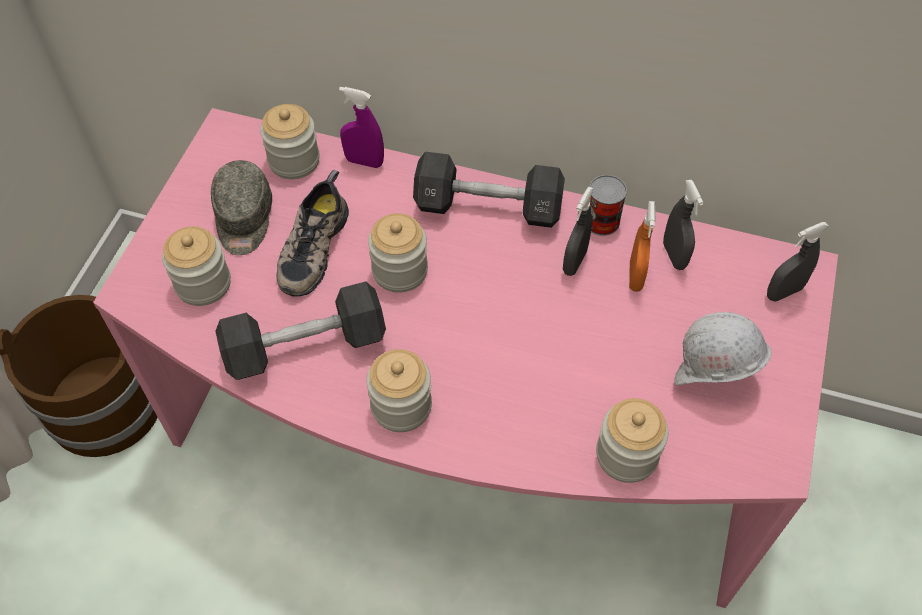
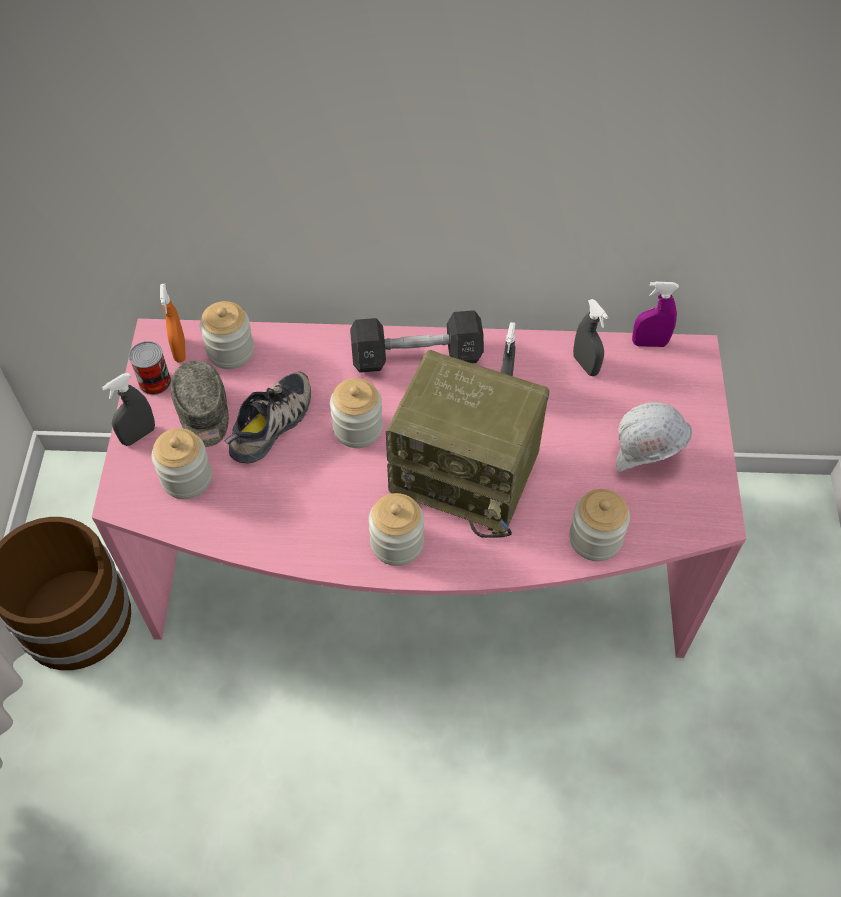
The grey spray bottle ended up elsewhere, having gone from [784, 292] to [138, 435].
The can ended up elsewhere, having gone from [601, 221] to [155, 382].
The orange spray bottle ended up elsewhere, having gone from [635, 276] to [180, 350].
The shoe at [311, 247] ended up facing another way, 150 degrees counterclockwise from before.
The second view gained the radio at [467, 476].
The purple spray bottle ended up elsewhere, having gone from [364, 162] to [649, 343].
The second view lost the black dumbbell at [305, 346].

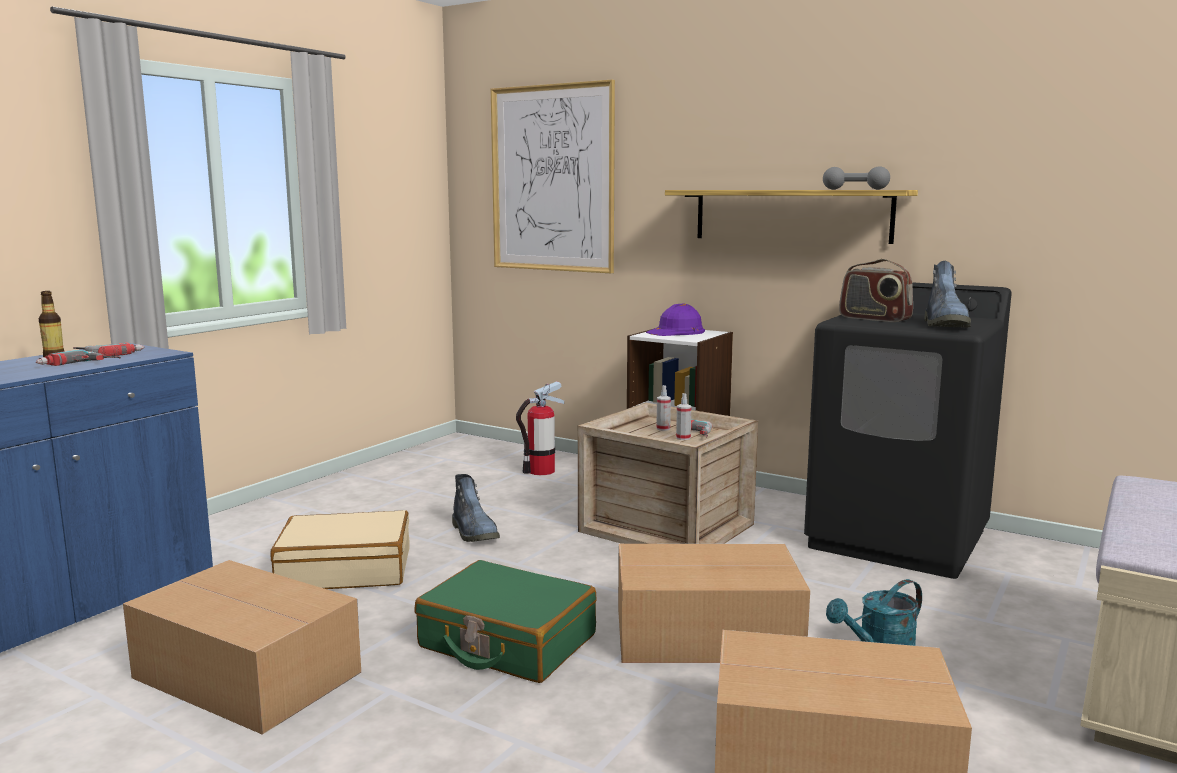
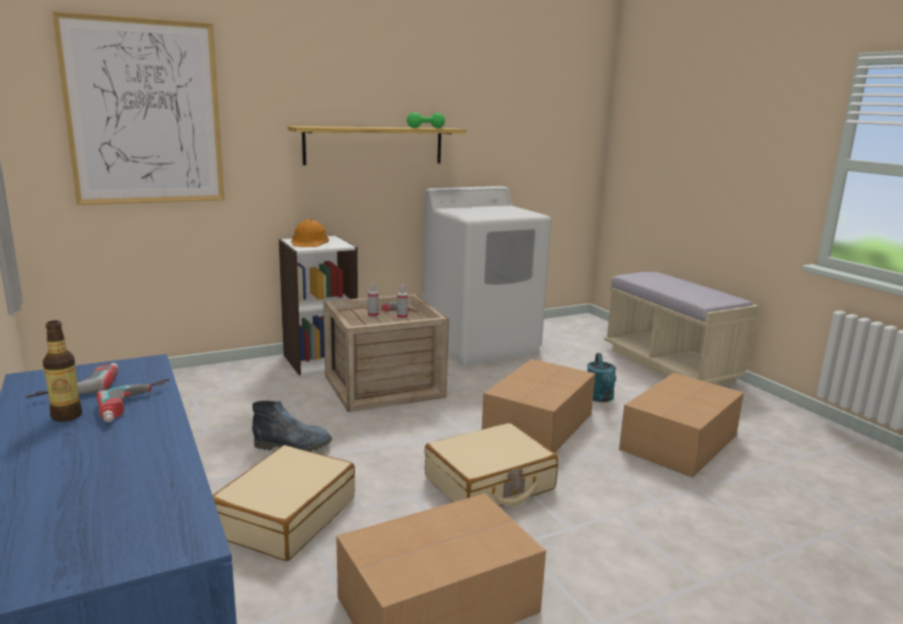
What was the purple hard hat at [677, 331] turned into the orange hard hat at [309, 241].
What was the grey dumbbell at [855, 189] turned into the green dumbbell at [426, 128].
What was the black washing machine at [898, 539] turned into the white washing machine at [481, 344].
What was the green suitcase at [507, 642] turned into the beige suitcase at [489, 484].
The second view lost the fire extinguisher at [541, 471].
The second view lost the radio at [874, 319].
The second view lost the boot at [945, 325].

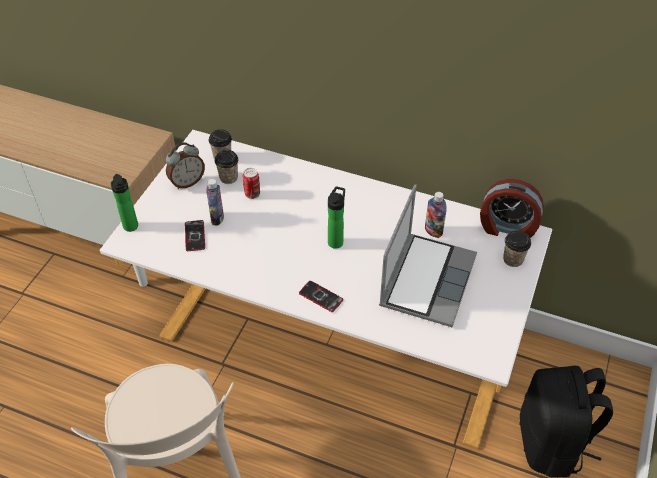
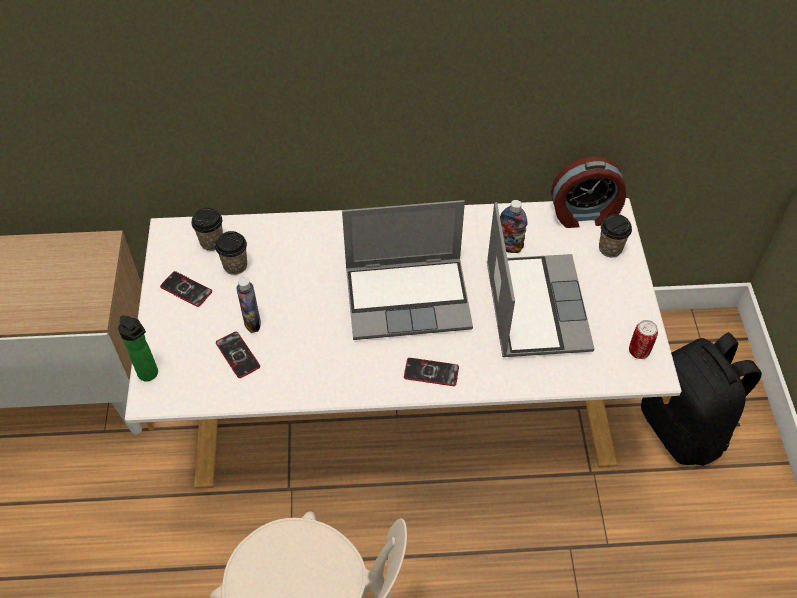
Where the alarm clock stood at [187, 182], the phone came to stand at [186, 289].
Where the bottle stood at [336, 241], the laptop came to stand at [409, 298].
The can ended up elsewhere, having gone from [252, 194] to [639, 351].

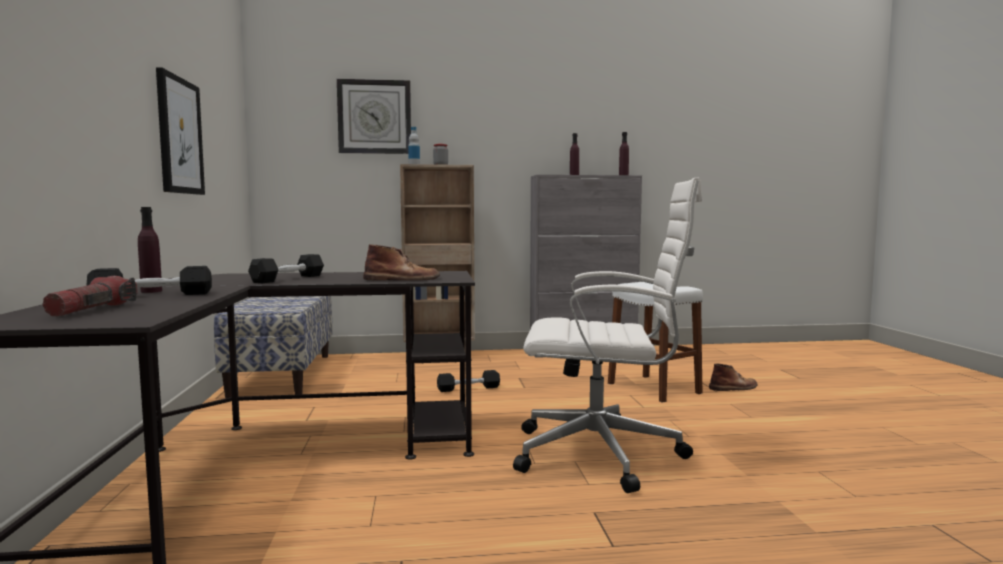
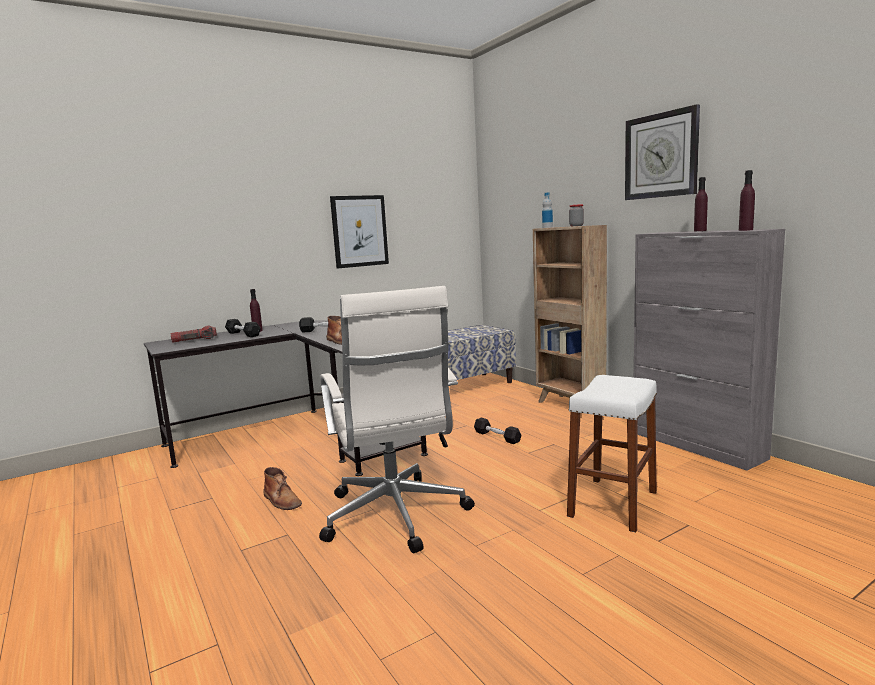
The brown boot ended up elsewhere, having gone from [734, 388] to [282, 500].
The wall clock ended up elsewhere, having gone from [374, 117] to [661, 155].

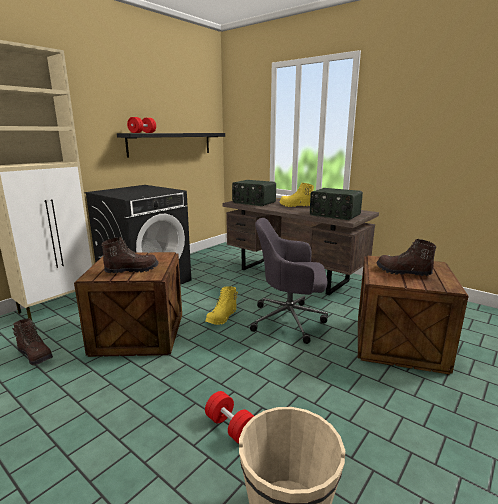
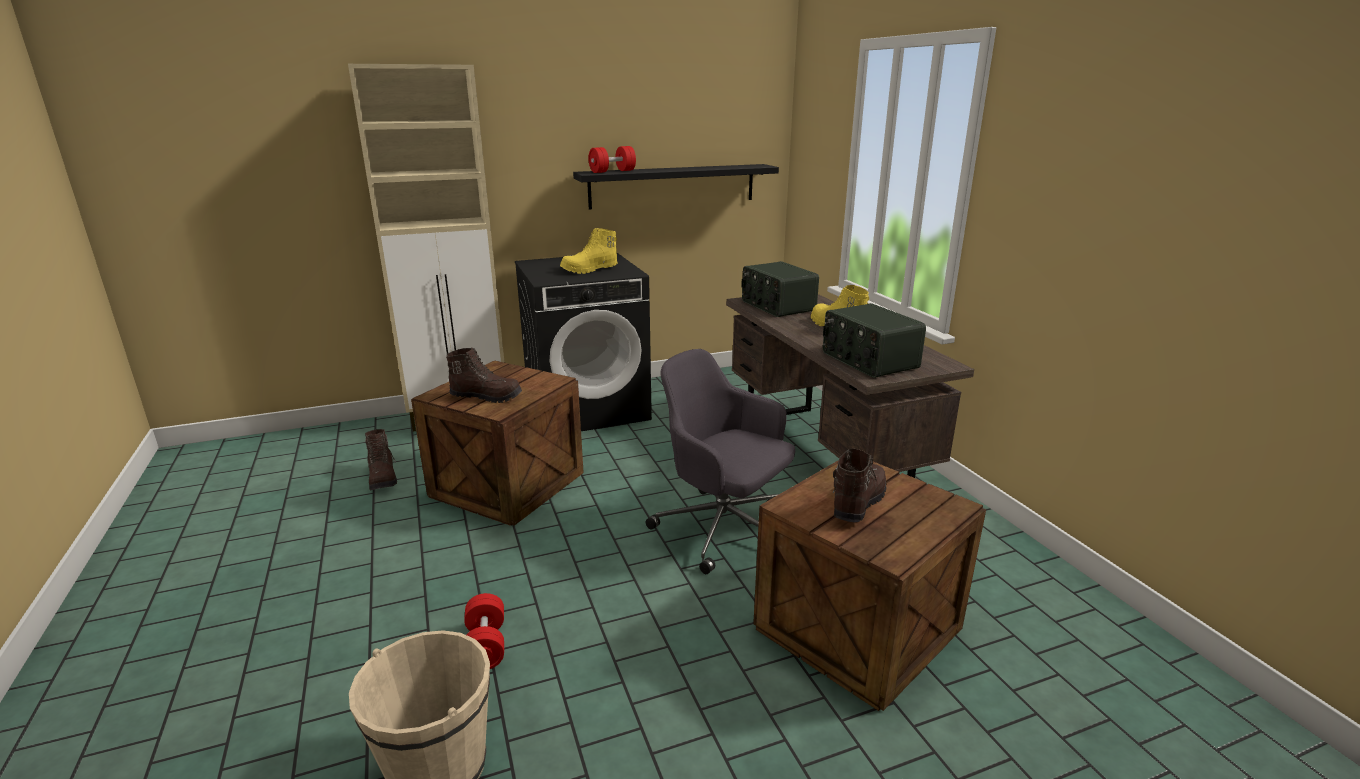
The yellow boot ended up elsewhere, having gone from [222, 317] to [589, 270].
The brown boot at [402, 272] ended up facing another way, 60 degrees clockwise from before.

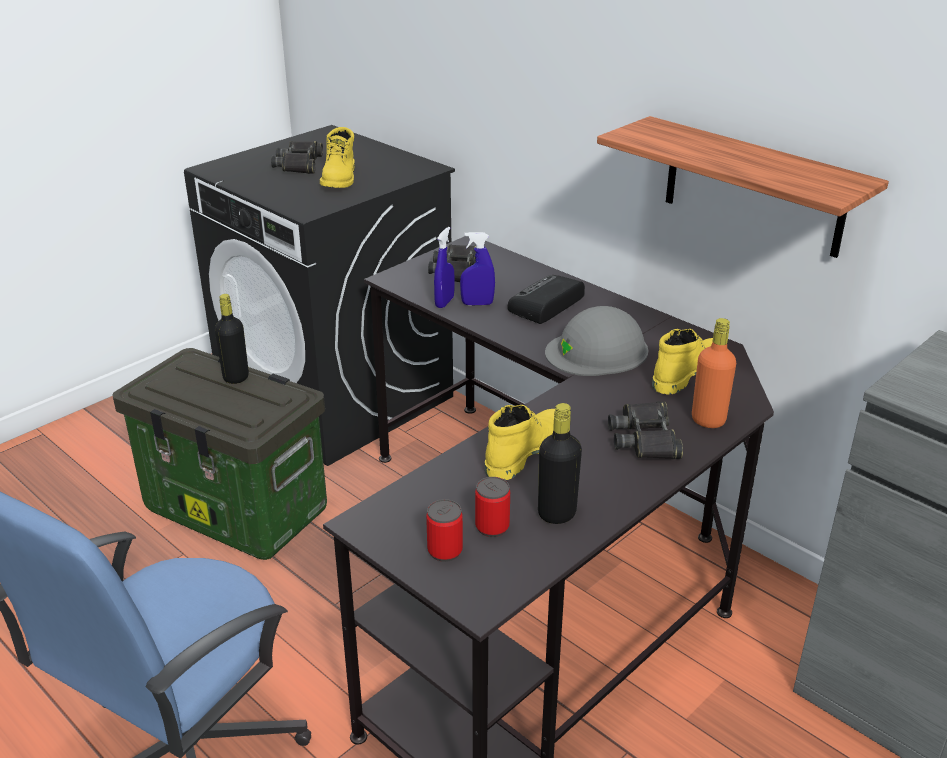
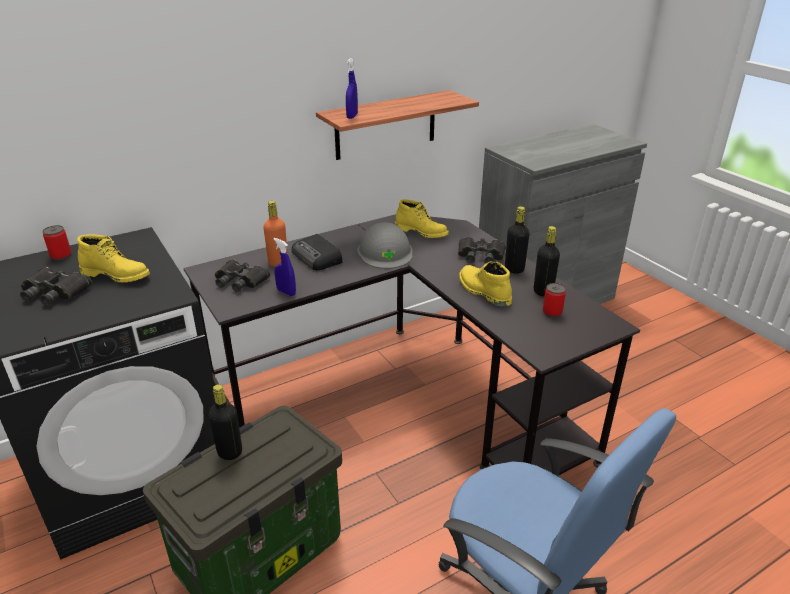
The can ended up elsewhere, having gone from [445, 551] to [61, 256].
The orange bottle ended up elsewhere, having gone from [708, 420] to [278, 263].
The blue spray bottle ended up elsewhere, having gone from [477, 304] to [352, 116].
The yellow boot at [687, 373] ended up facing another way, 150 degrees clockwise from before.
The second view gained the black bottle at [514, 269].

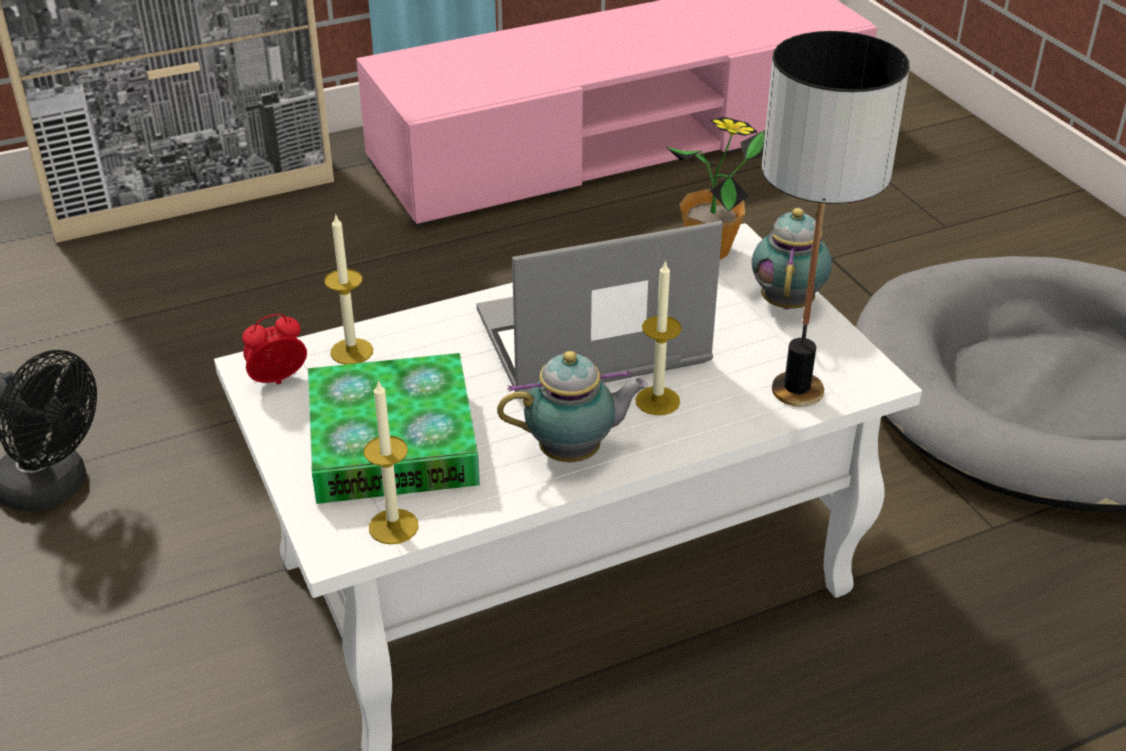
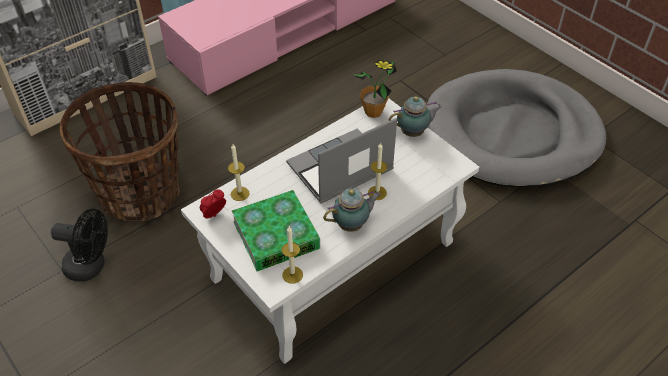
The second view gained the basket at [140, 193].
The teapot at [788, 301] ended up facing another way, 75 degrees clockwise from before.
The second view lost the table lamp at [796, 390].

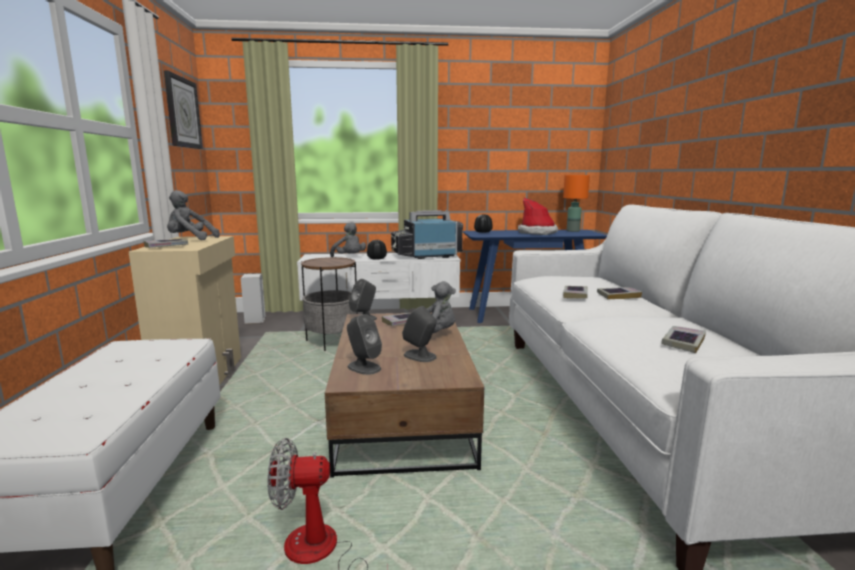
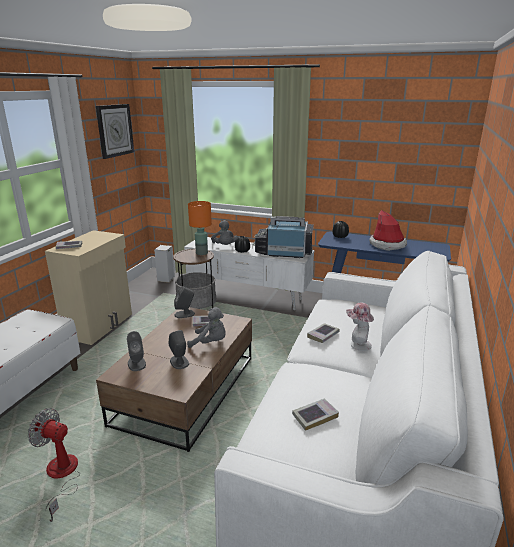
The orange table lamp ended up elsewhere, having gone from [572, 231] to [201, 253].
Where the book stood at [618, 296], the hat came to stand at [357, 344].
The second view lost the grey plush toy at [190, 239].

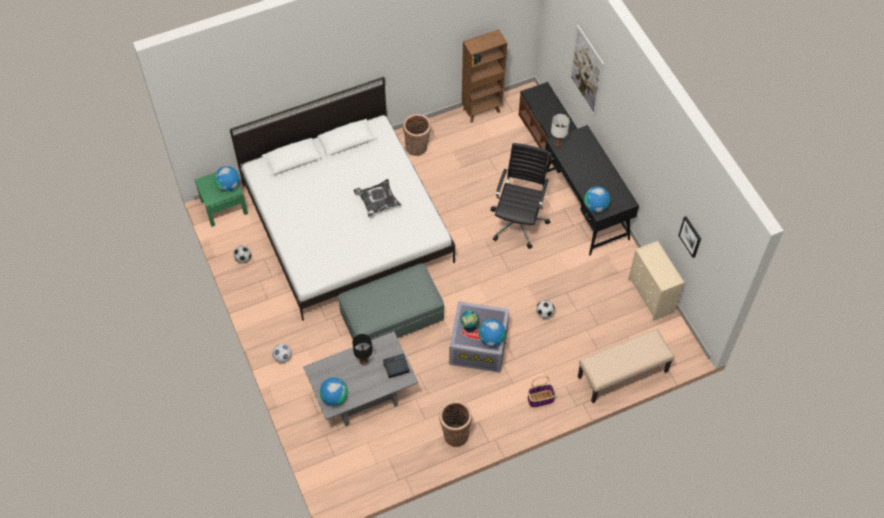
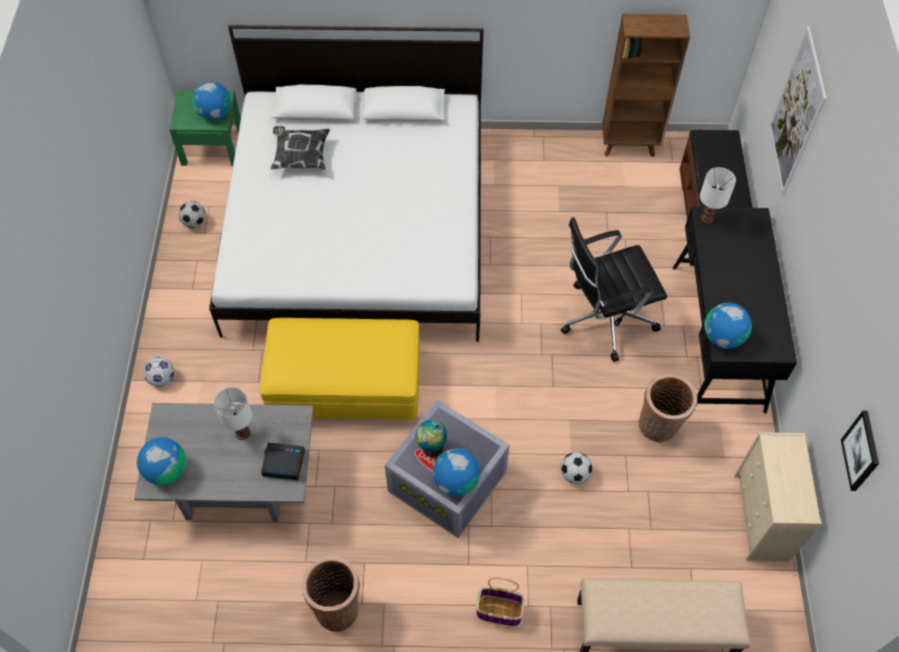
What was the black table lamp at [364, 361] turned into the white table lamp at [242, 432].
What was the grey ottoman at [392, 316] turned into the yellow ottoman at [345, 383].
The pillow ended up elsewhere, having gone from [377, 202] to [300, 156].
The black office chair at [519, 221] ended up facing another way, 150 degrees counterclockwise from before.
The basket ended up elsewhere, having gone from [417, 148] to [659, 427].

